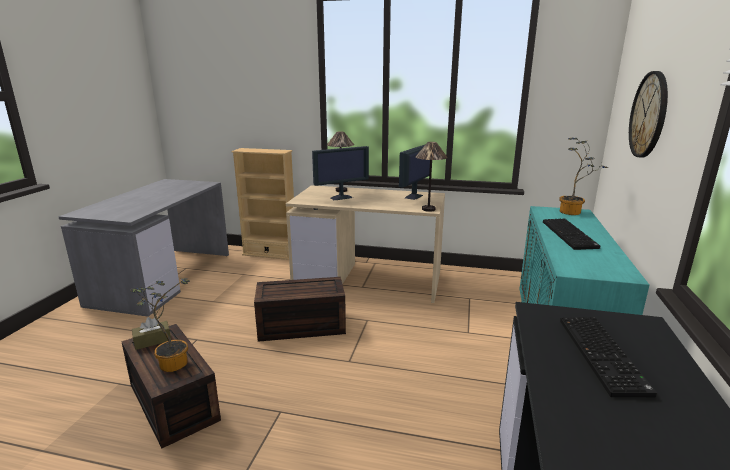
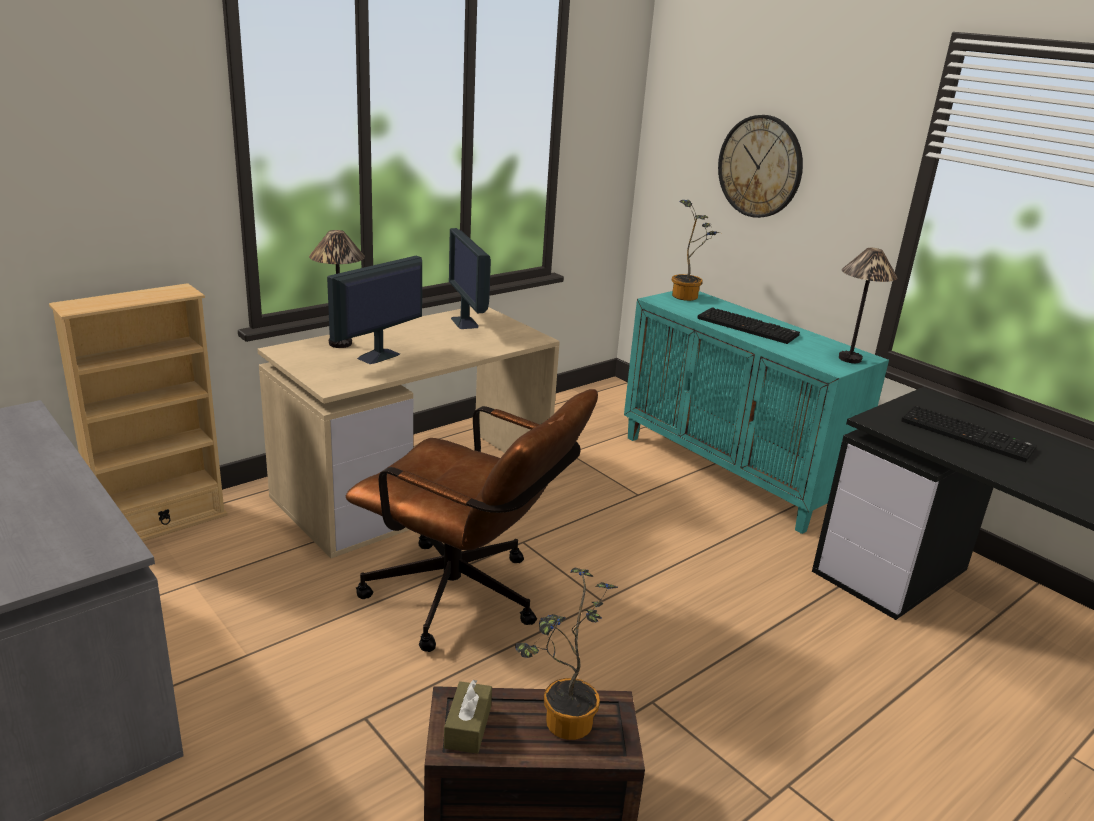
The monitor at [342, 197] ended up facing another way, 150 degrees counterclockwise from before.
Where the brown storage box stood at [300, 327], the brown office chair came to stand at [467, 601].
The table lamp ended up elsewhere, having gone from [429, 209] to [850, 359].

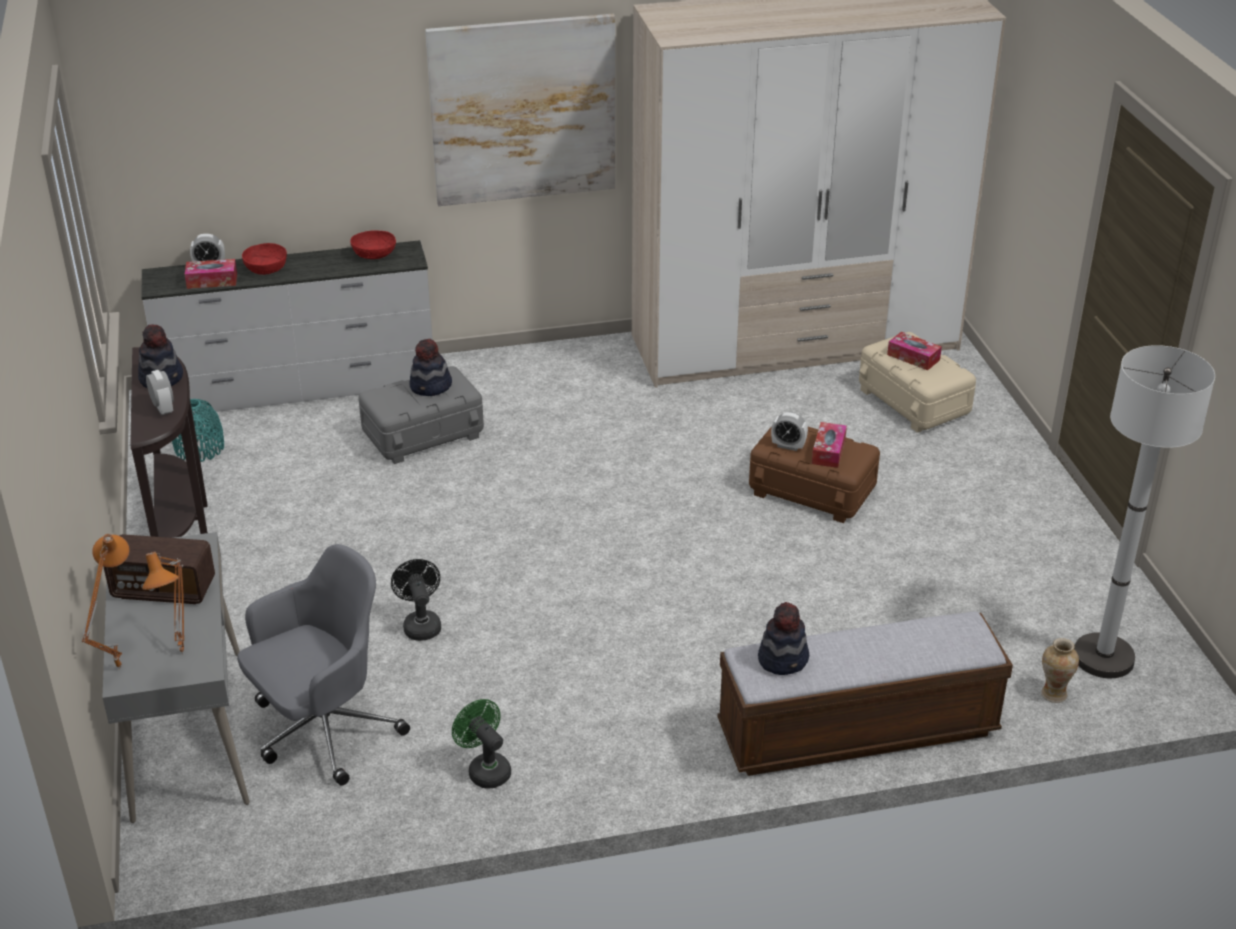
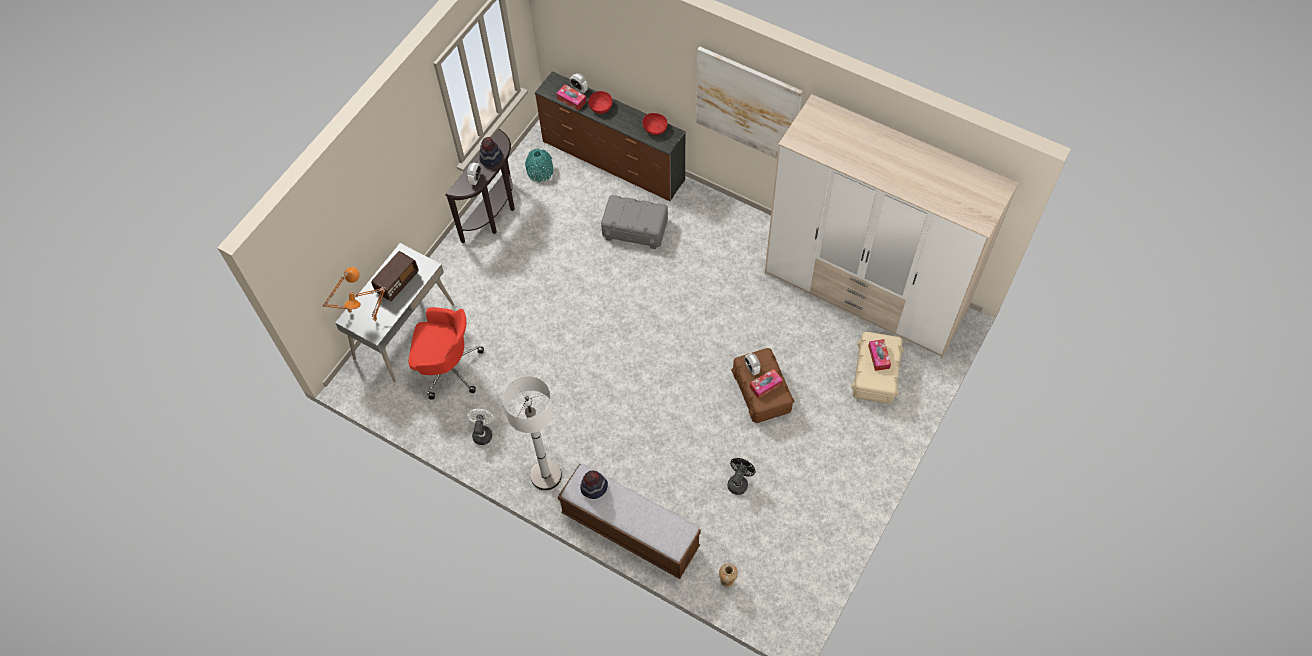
The radio at [164, 590] ended up facing another way, 105 degrees counterclockwise from before.
What was the grey office chair at [323, 731] turned into the red office chair at [448, 367].
What was the green fan at [485, 769] turned into the white fan at [483, 432].
The white floor lamp ended up elsewhere, having gone from [1103, 658] to [546, 475].
What was the white dresser at [301, 389] turned into the brown dresser at [613, 161].
The black fan ended up elsewhere, having gone from [420, 624] to [739, 482].
The second view lost the hat at [431, 387].

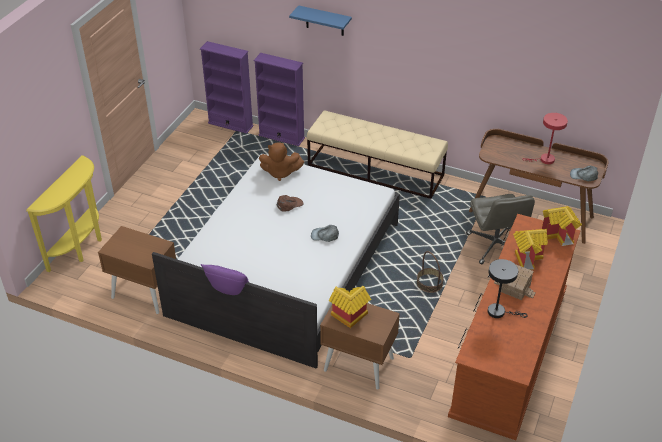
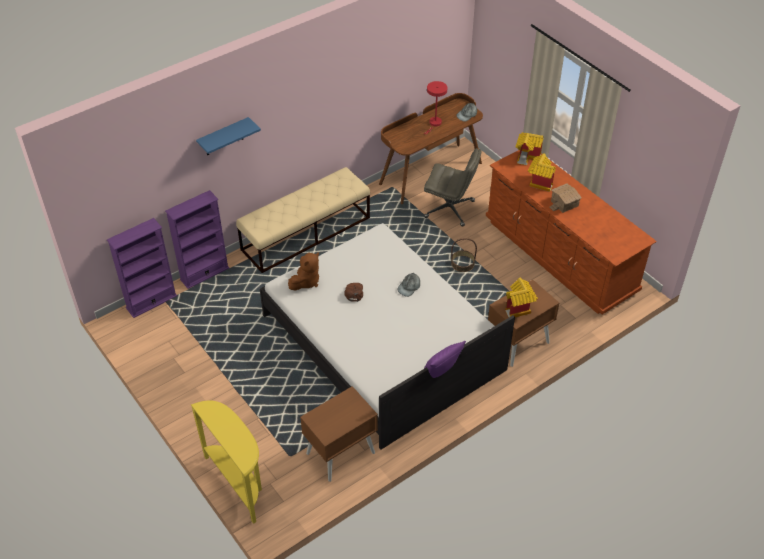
The second view lost the black table lamp at [499, 312].

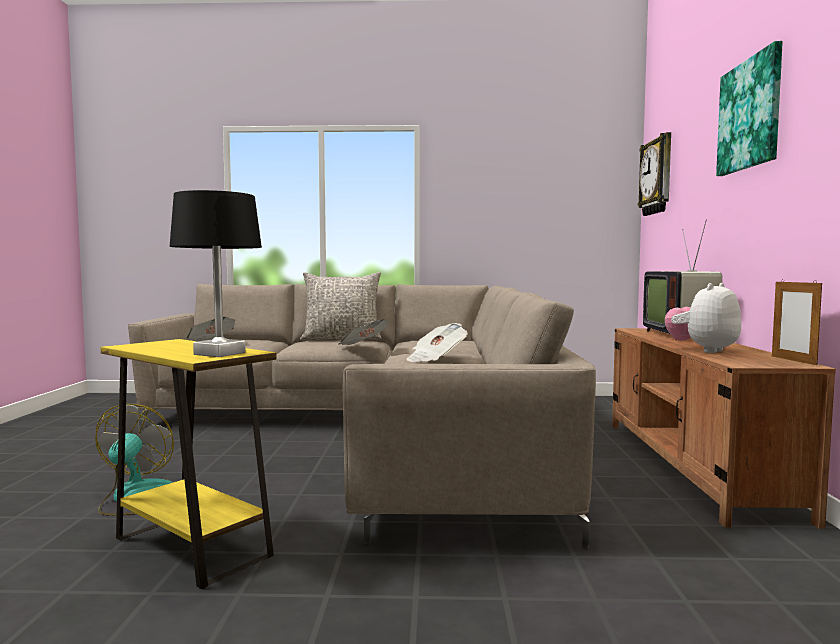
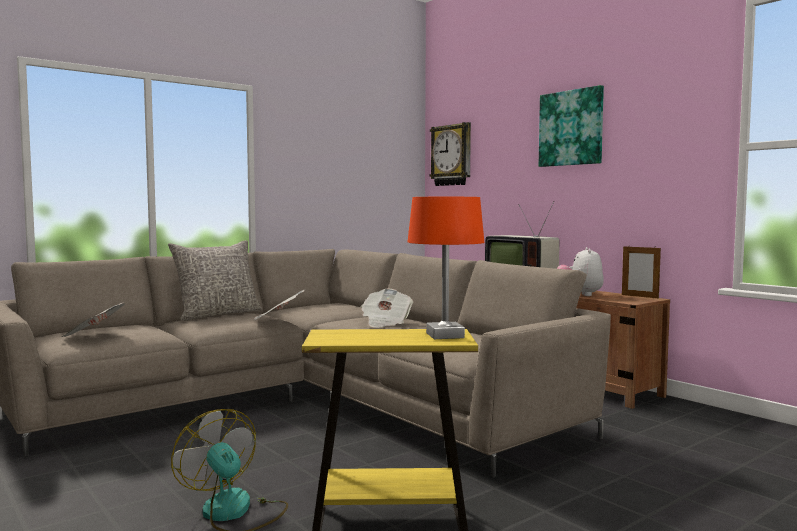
What was the black table lamp at [220, 353] turned into the orange table lamp at [444, 335].

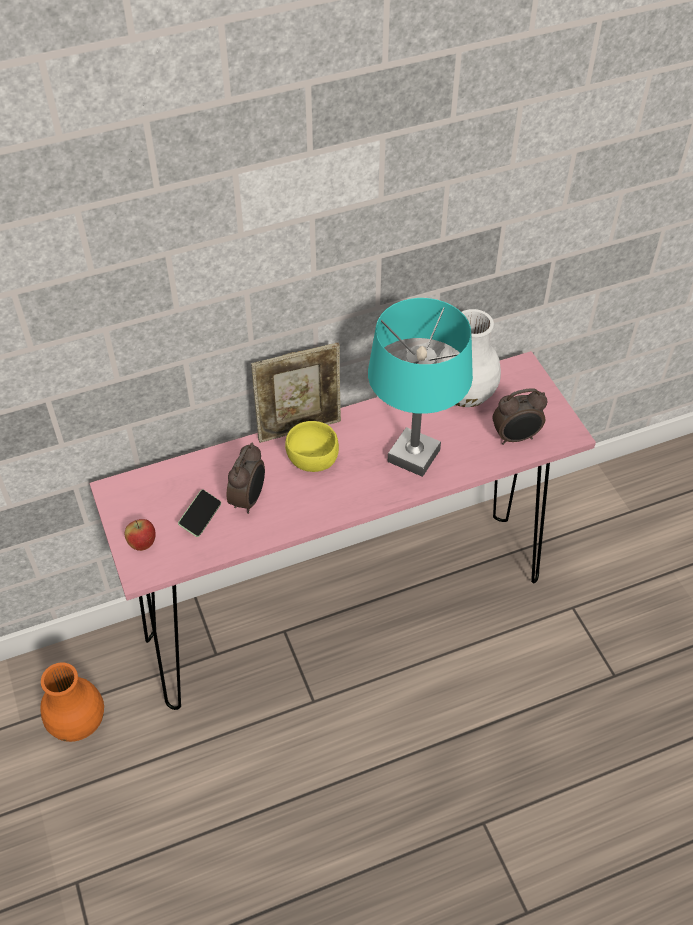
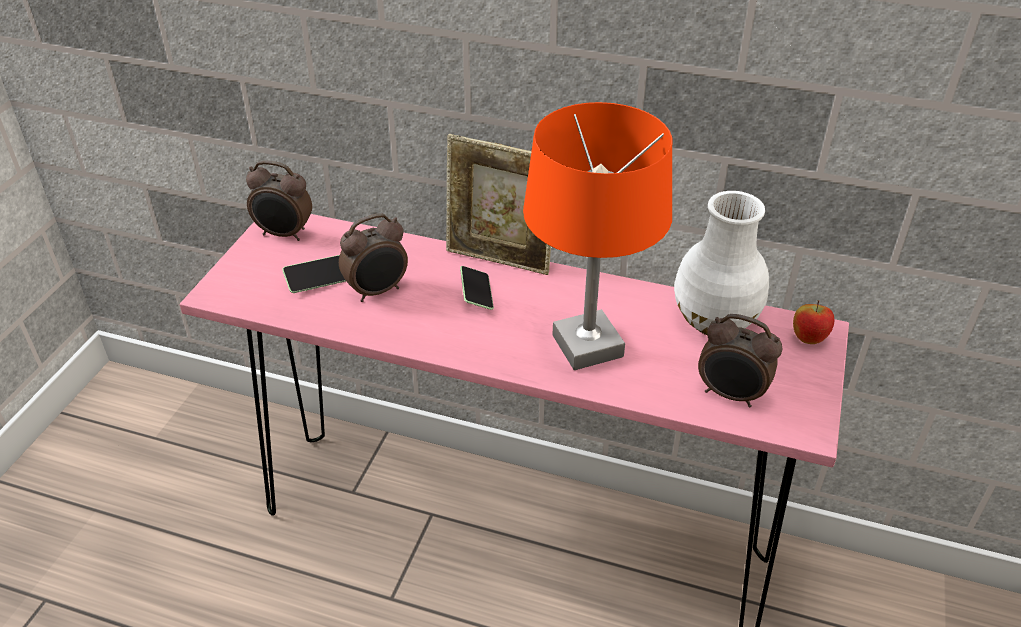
The second view gained the alarm clock at [284, 234].
Where the yellow bowl stood at [313, 462], the phone came to stand at [476, 294].
What was the turquoise table lamp at [414, 456] turned into the orange table lamp at [588, 347].
The apple ended up elsewhere, having gone from [142, 544] to [808, 339].
The second view lost the orange vase at [78, 722].

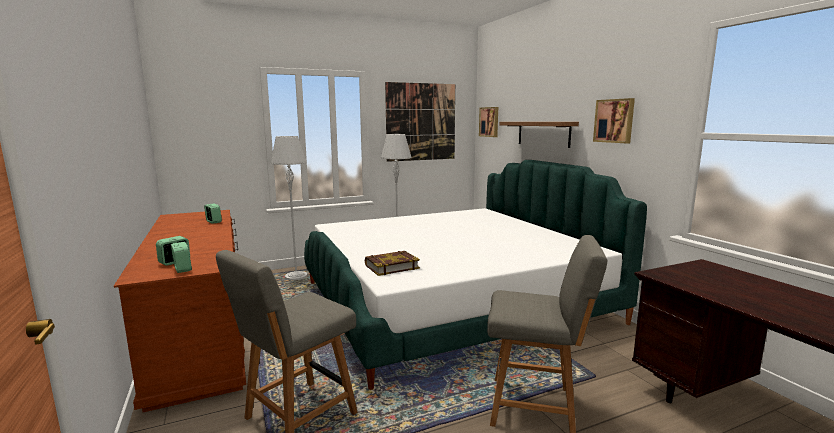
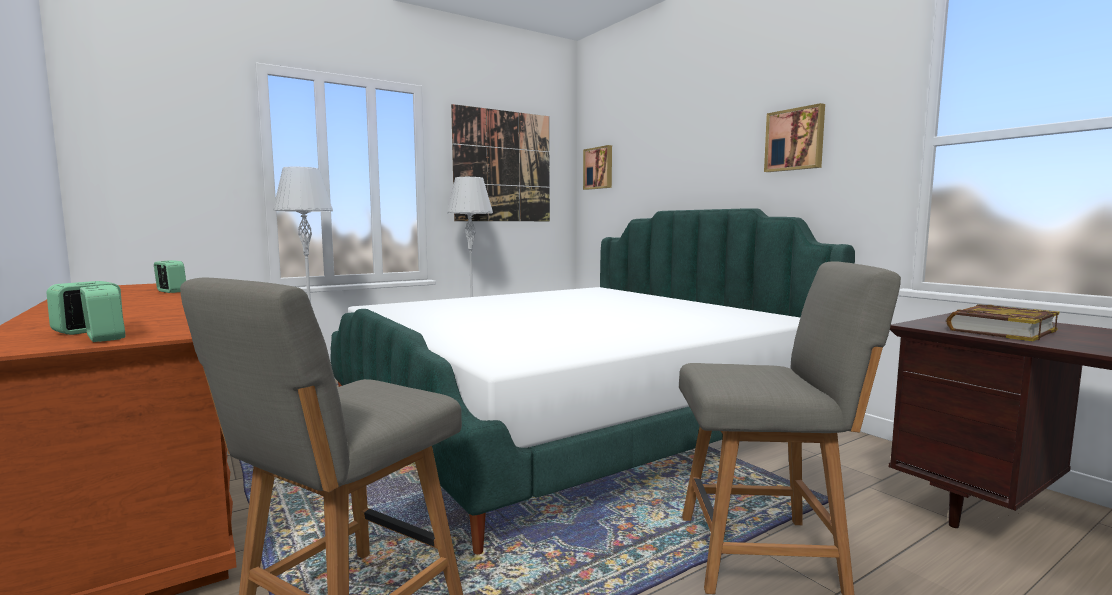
The book ended up elsewhere, having gone from [391, 266] to [1000, 330].
The second view lost the shelf at [543, 133].

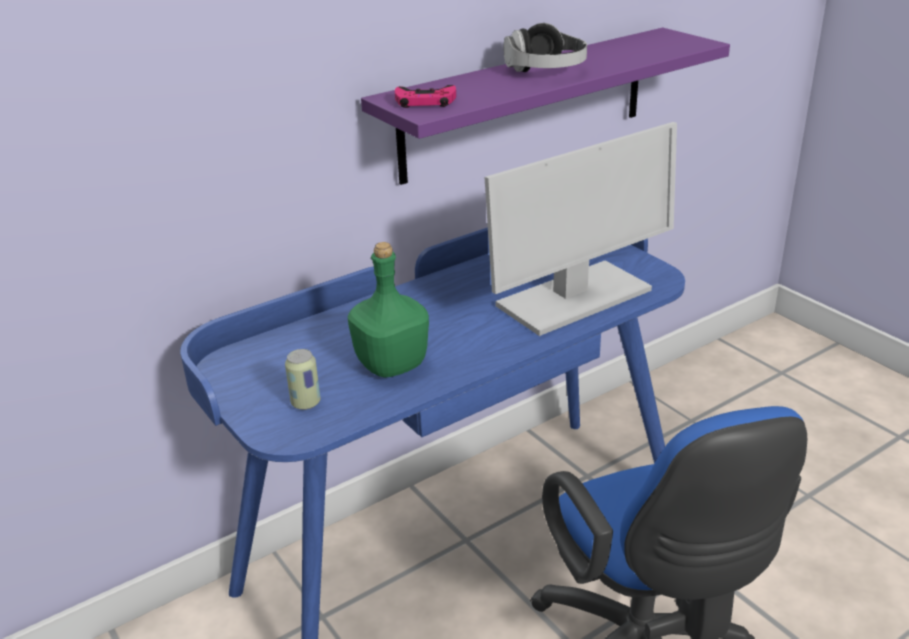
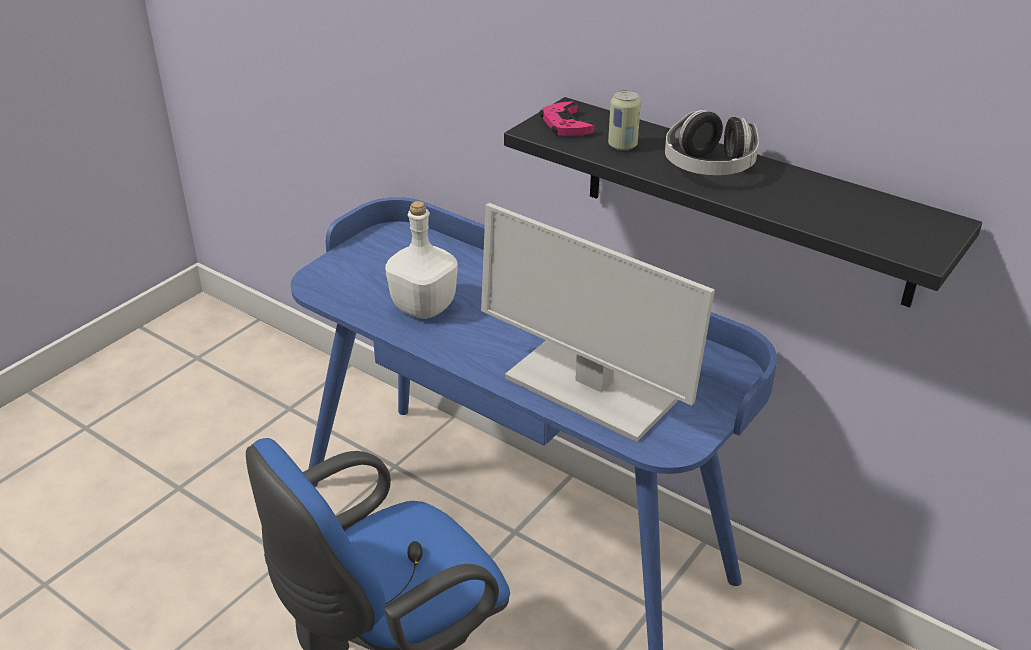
What was the green bottle at [390, 365] turned into the white bottle at [422, 307].
What was the purple shelf at [526, 104] turned into the black shelf at [745, 200].
The can ended up elsewhere, having gone from [306, 403] to [622, 146].

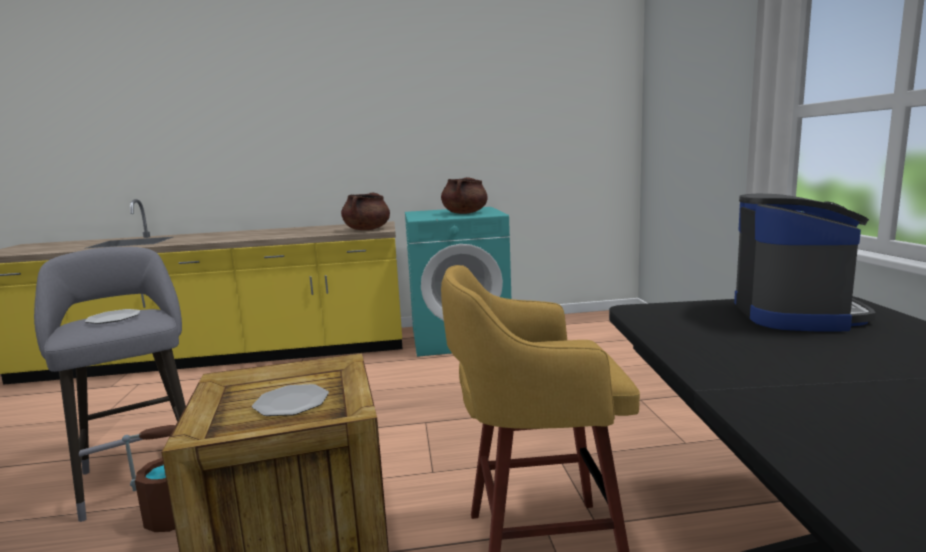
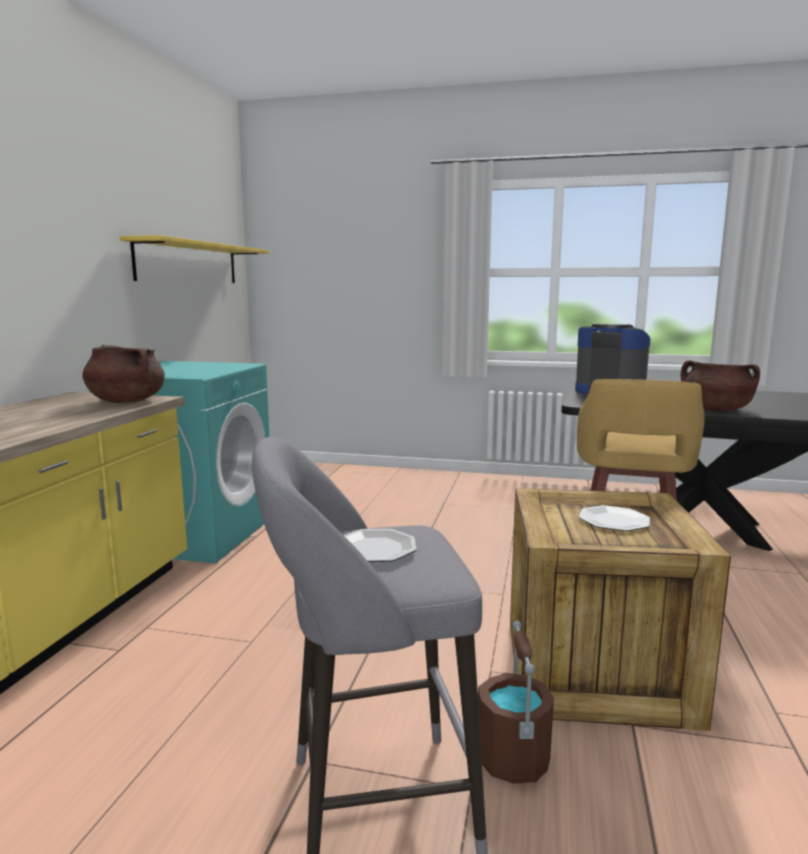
The second view gained the yellow shelf at [189, 263].
The brown cooking pot ended up elsewhere, having gone from [465, 213] to [715, 410].

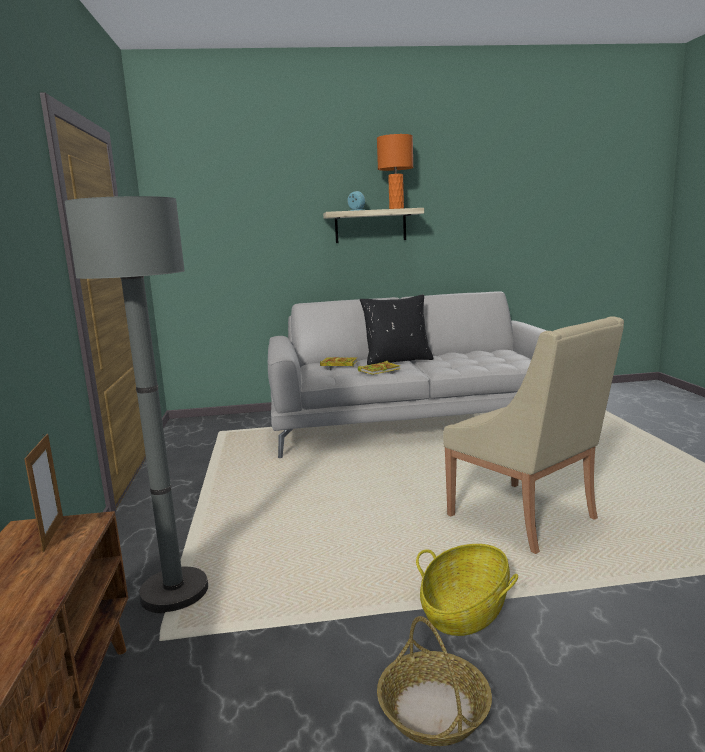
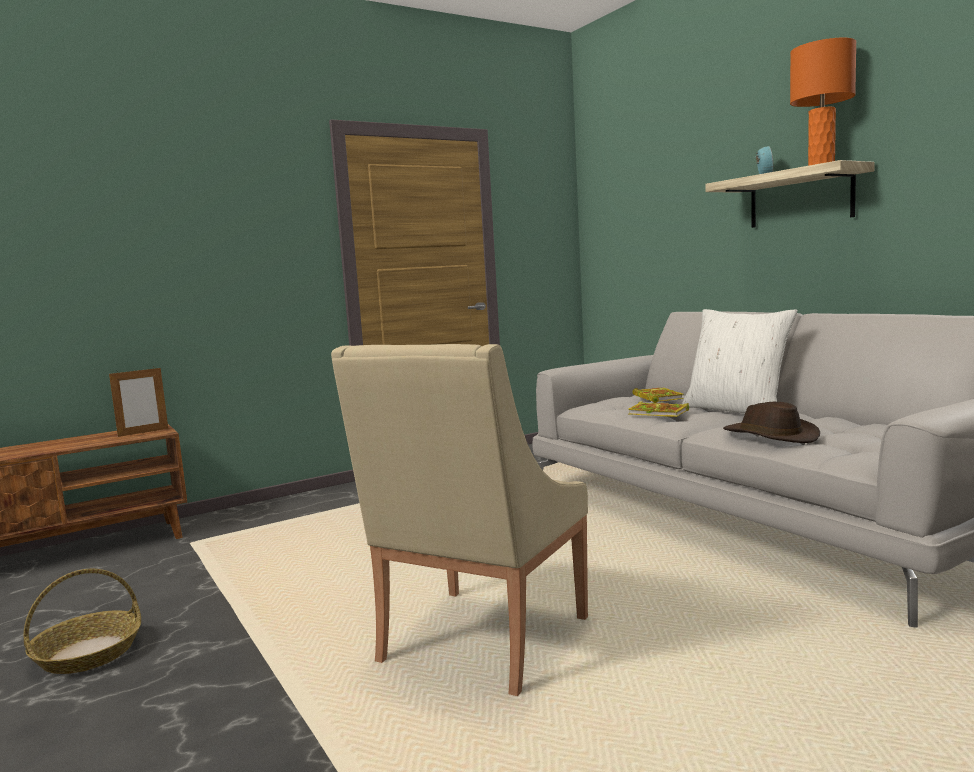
What was the black pillow at [397, 360] turned into the white pillow at [736, 410].
The second view gained the brown hat at [769, 436].
The second view lost the grey floor lamp at [174, 592].
The second view lost the basket at [465, 610].

